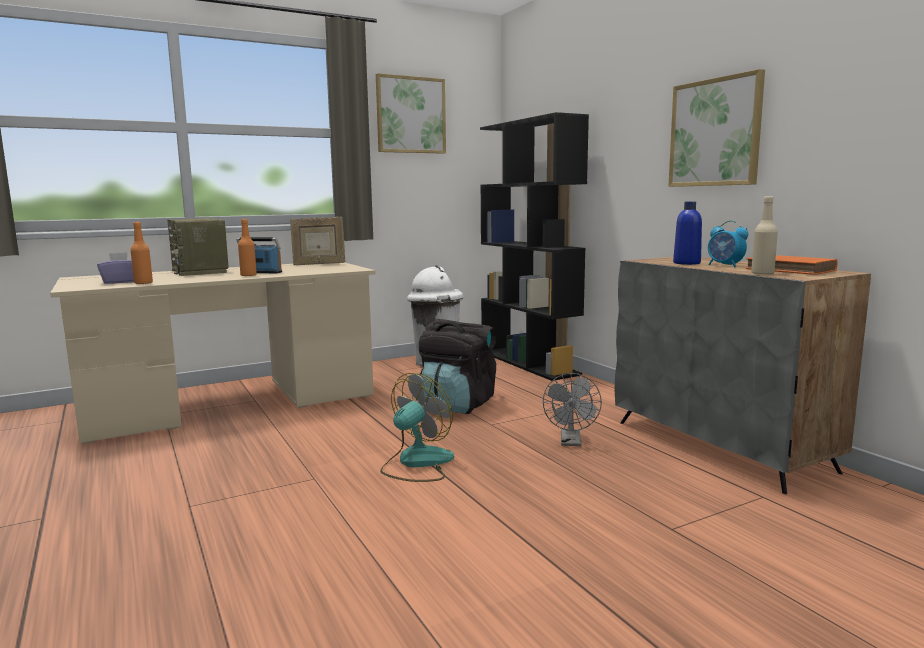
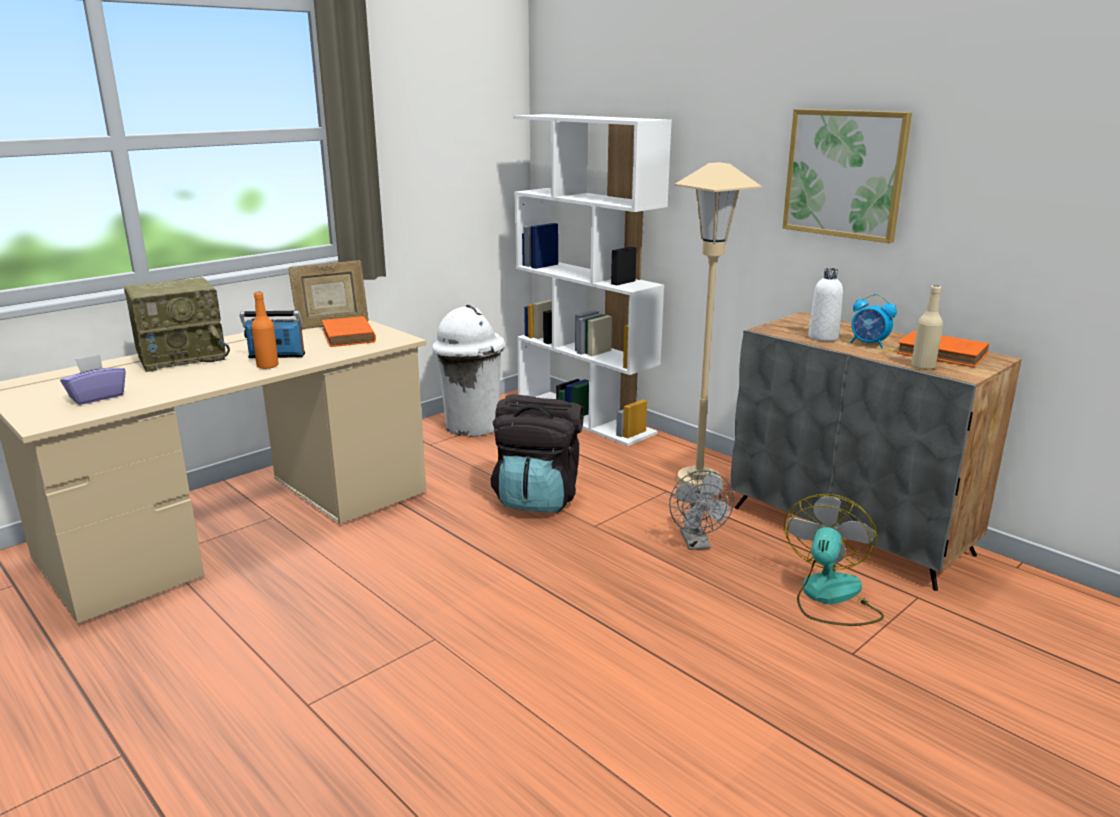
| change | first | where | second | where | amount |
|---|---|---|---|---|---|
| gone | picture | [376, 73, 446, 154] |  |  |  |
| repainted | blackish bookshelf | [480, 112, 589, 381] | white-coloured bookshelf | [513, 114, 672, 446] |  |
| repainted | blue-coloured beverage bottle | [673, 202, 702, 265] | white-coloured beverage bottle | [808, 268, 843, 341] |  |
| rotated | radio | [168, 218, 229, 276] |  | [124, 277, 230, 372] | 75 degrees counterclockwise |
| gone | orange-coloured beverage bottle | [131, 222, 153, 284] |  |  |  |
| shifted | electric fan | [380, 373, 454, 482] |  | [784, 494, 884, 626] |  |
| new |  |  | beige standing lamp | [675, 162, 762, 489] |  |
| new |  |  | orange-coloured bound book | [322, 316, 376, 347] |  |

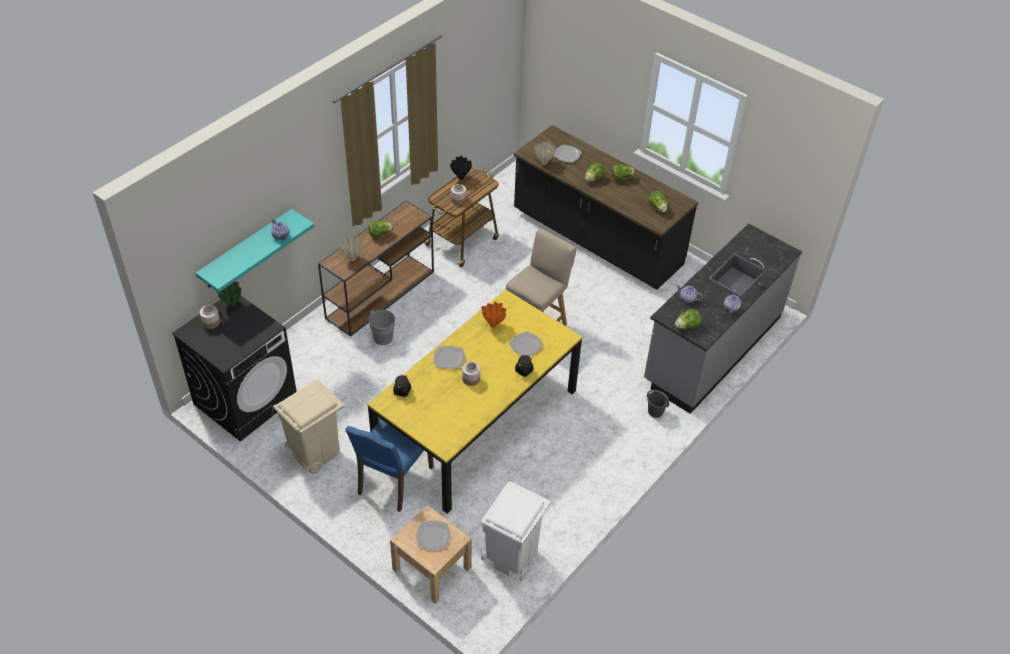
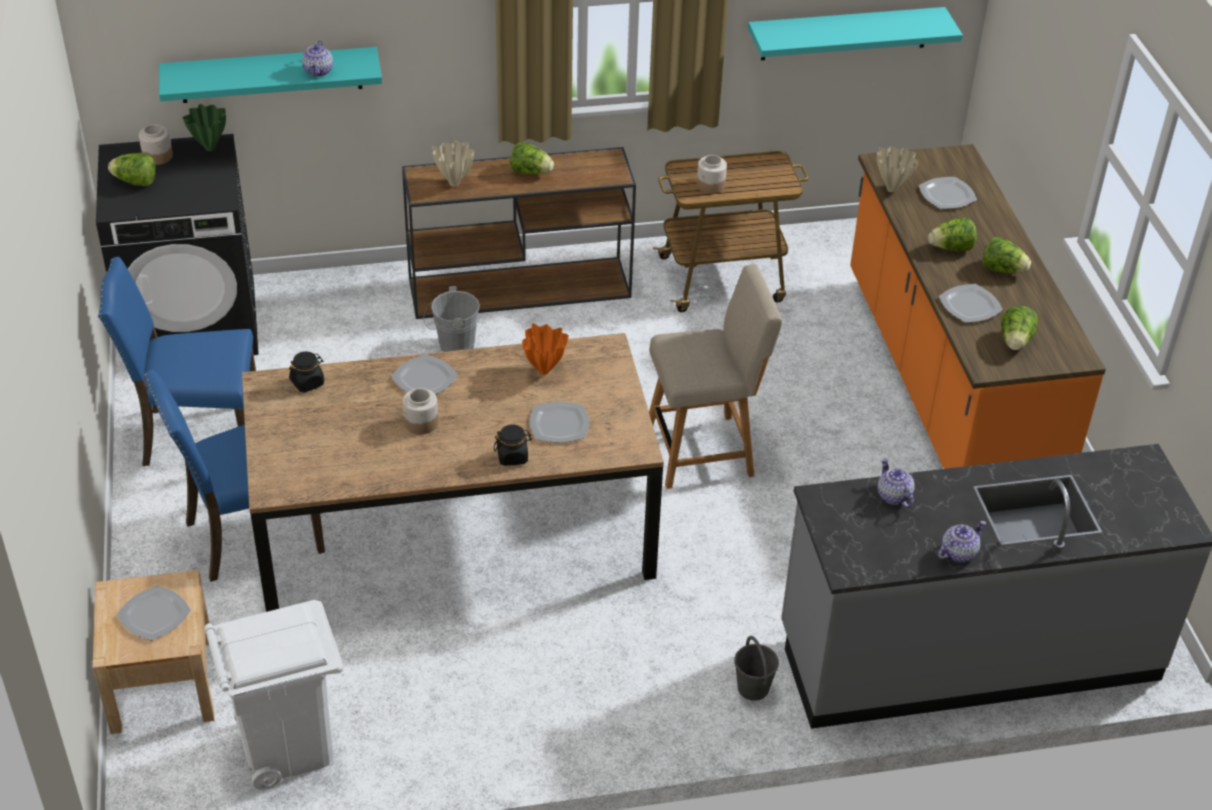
| change | first | where | second | where | amount |
|---|---|---|---|---|---|
| repainted | blackish counter | [514, 125, 698, 290] | orange-coloured counter | [850, 144, 1106, 469] |  |
| gone | blackish vase | [450, 155, 472, 180] |  |  |  |
| repainted | yellow-coloured kitchen table | [367, 289, 582, 514] | brownish kitchen table | [242, 333, 664, 612] |  |
| shifted | head of lettuce | [675, 309, 701, 329] |  | [108, 153, 156, 187] |  |
| swapped | beige trash can | [273, 380, 345, 474] | blue-coloured chair | [98, 257, 256, 466] |  |
| new |  |  | blue-green shelf | [748, 7, 963, 60] |  |
| new |  |  | plate | [939, 284, 1003, 323] |  |

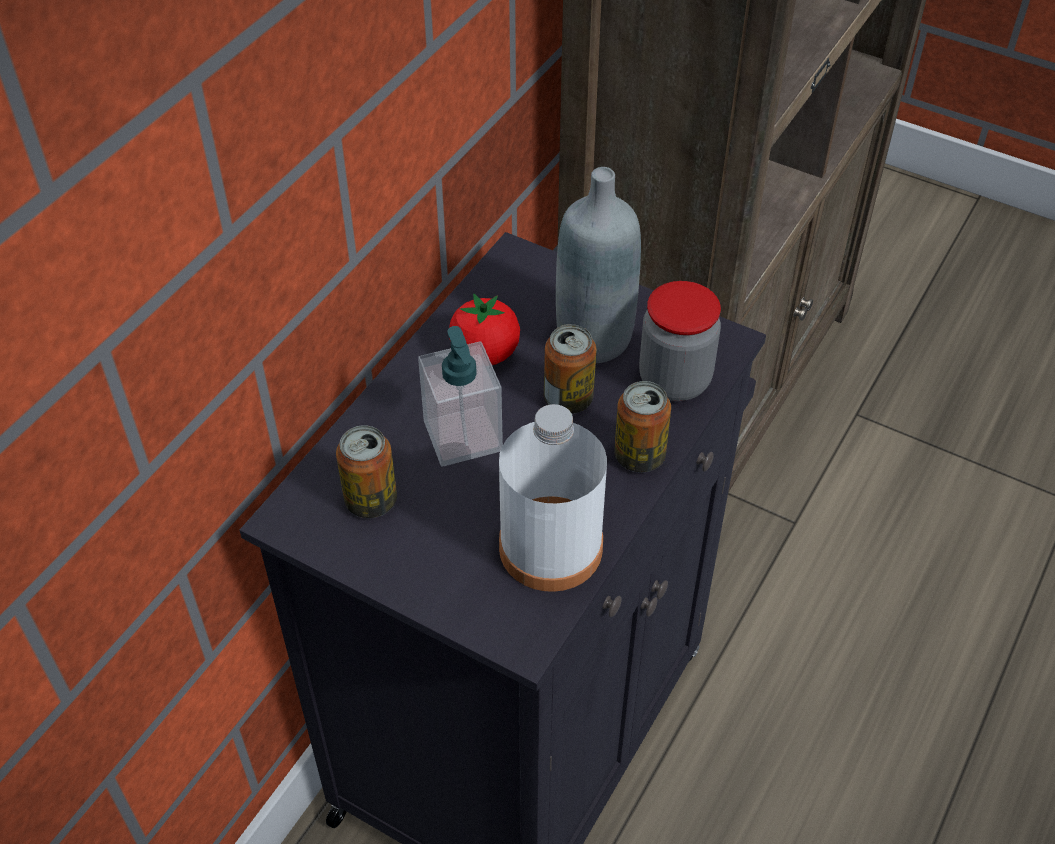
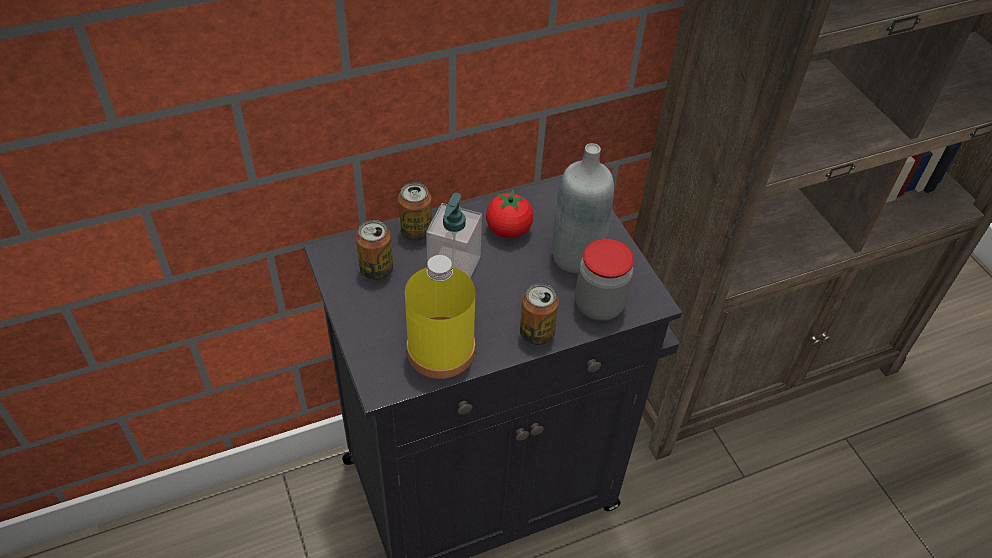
| change | first | where | second | where | amount |
|---|---|---|---|---|---|
| shifted | metal can | [544, 324, 597, 414] |  | [398, 182, 432, 241] |  |
| repainted | white-coloured beverage bottle | [499, 404, 607, 592] | yellow-coloured beverage bottle | [405, 255, 475, 379] |  |

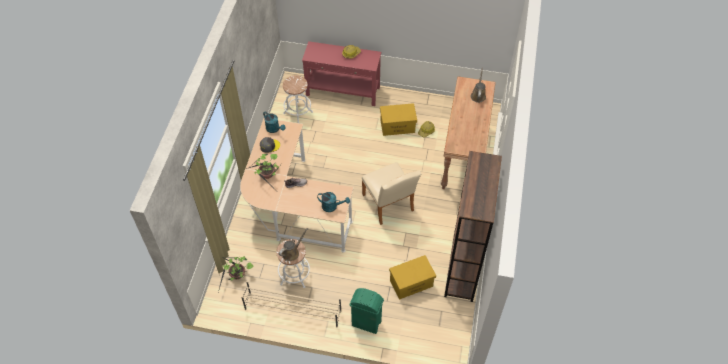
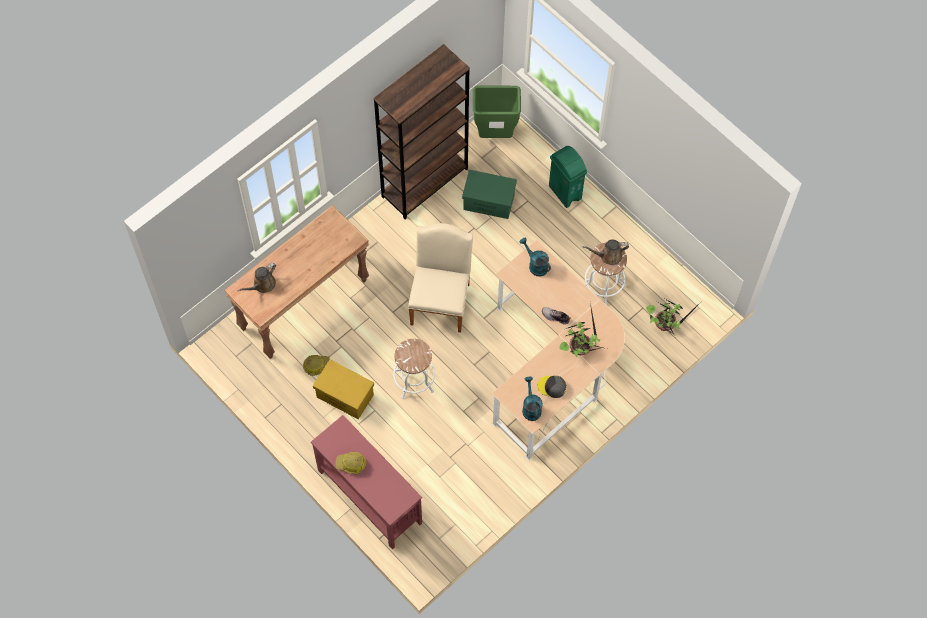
| change | first | where | second | where | amount |
|---|---|---|---|---|---|
| shifted | white-coloured sitting stool | [283, 75, 313, 123] |  | [393, 339, 435, 399] |  |
| repainted | yellow-coloured storage container | [389, 255, 436, 300] | greenish storage container | [462, 170, 517, 219] |  |
| gone | beige shoe rack | [241, 281, 342, 327] |  |  |  |
| new |  |  | greenish trash can | [473, 85, 521, 138] |  |

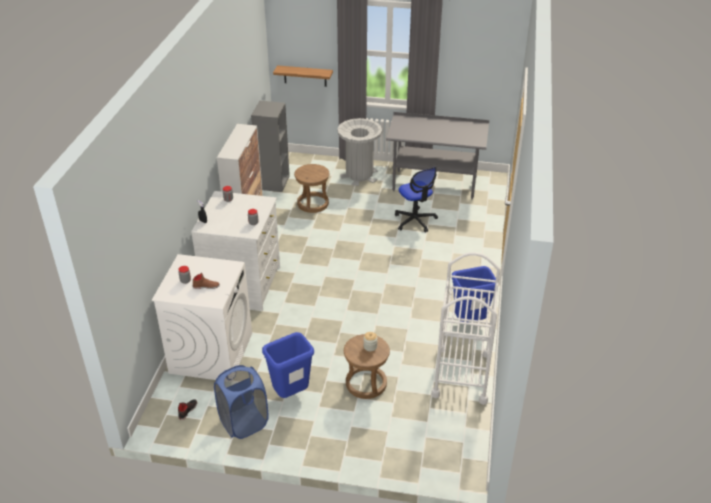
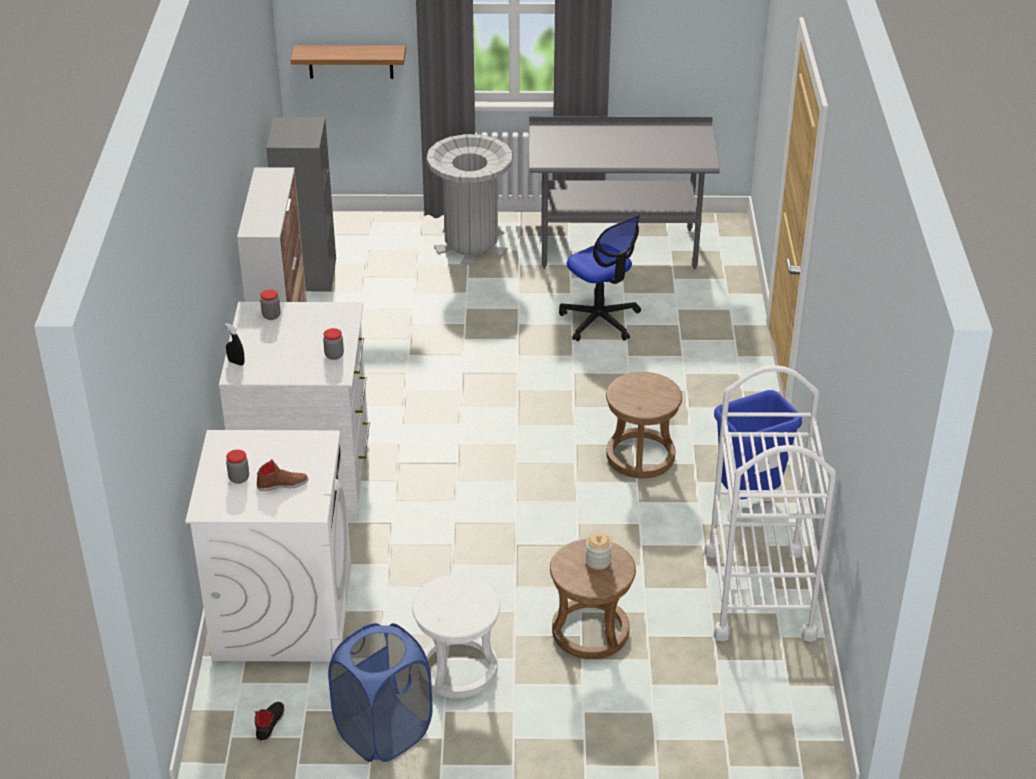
| change | first | where | second | where | amount |
|---|---|---|---|---|---|
| shifted | brownish sitting stool | [294, 164, 330, 213] |  | [606, 372, 682, 478] |  |
| swapped | blue-coloured trash can | [262, 332, 314, 398] | white-coloured sitting stool | [412, 575, 500, 698] |  |

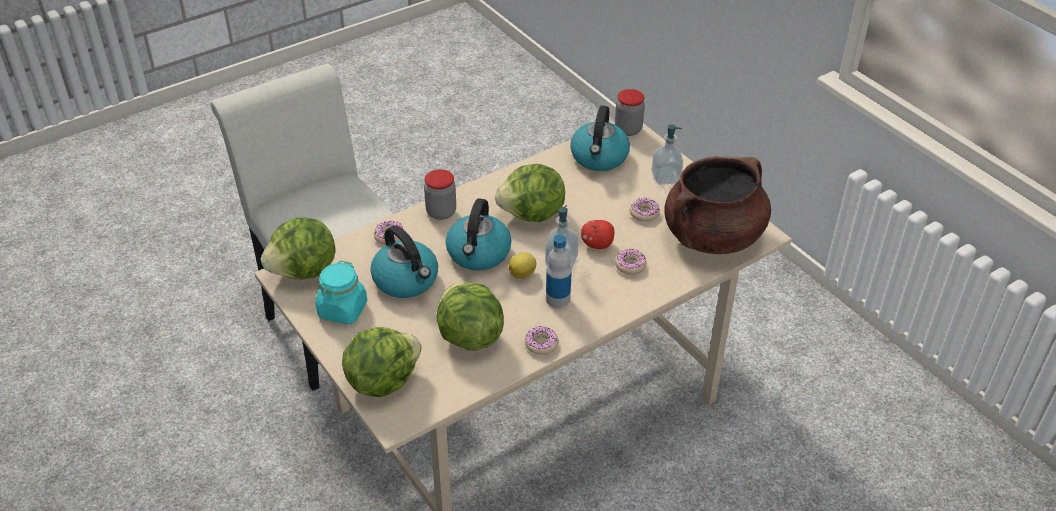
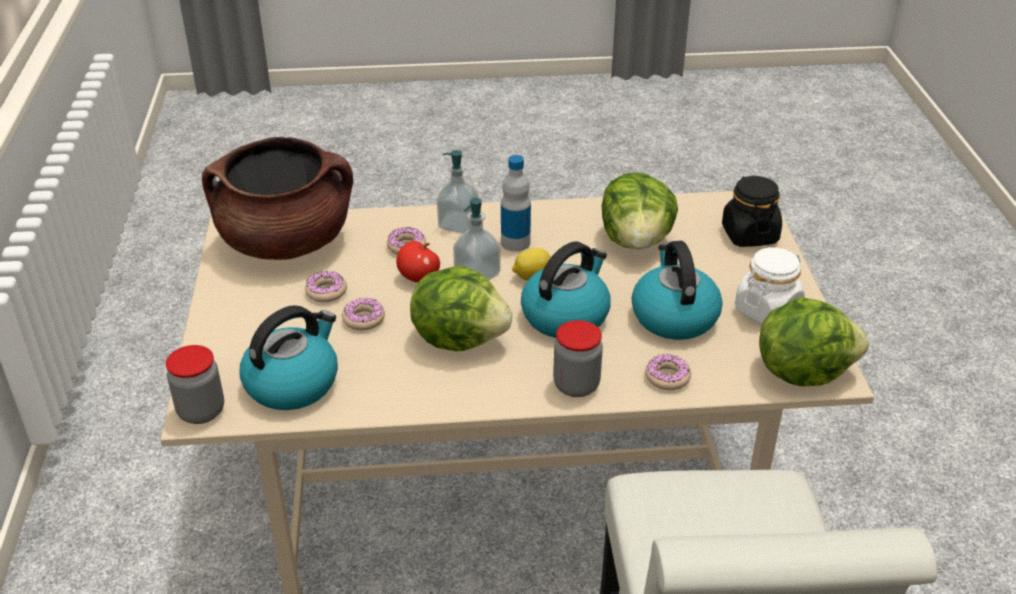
| change | first | where | second | where | amount |
|---|---|---|---|---|---|
| shifted | soap dispenser | [652, 124, 683, 185] |  | [437, 150, 479, 234] |  |
| repainted | blue-green storage jar | [316, 260, 367, 324] | white-coloured storage jar | [735, 247, 805, 324] |  |
| shifted | ring doughnut | [525, 326, 559, 355] |  | [342, 297, 385, 330] |  |
| swapped | head of lettuce | [342, 327, 422, 397] | blackish storage jar | [722, 176, 782, 247] |  |

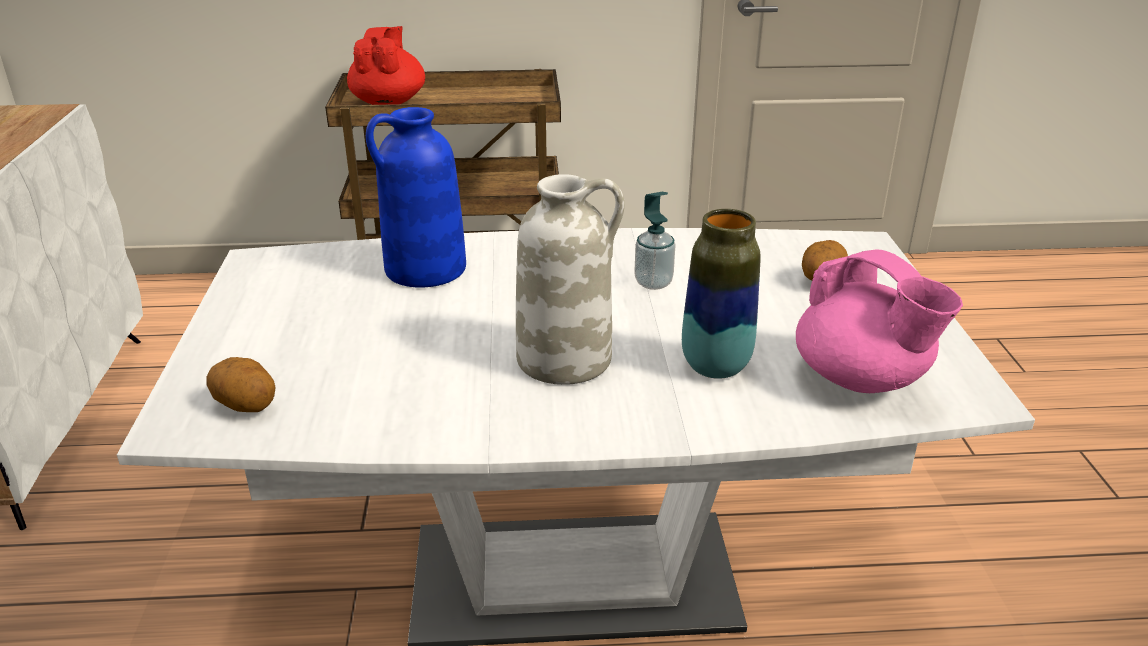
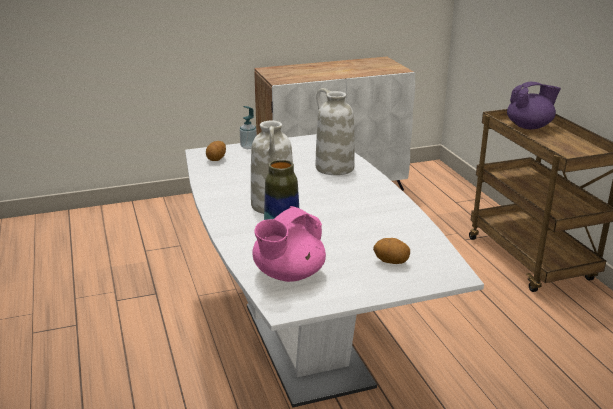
| change | first | where | second | where | amount |
|---|---|---|---|---|---|
| repainted | red-coloured teapot | [347, 26, 425, 105] | purple-coloured teapot | [507, 82, 561, 129] |  |
| repainted | blue-coloured vase | [366, 107, 466, 288] | white-coloured vase | [316, 88, 355, 175] |  |
| shifted | soap dispenser | [634, 192, 676, 290] |  | [240, 106, 257, 149] |  |

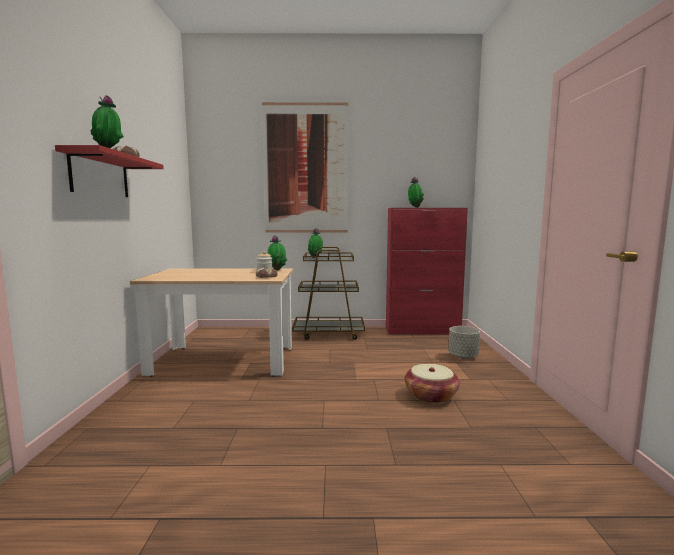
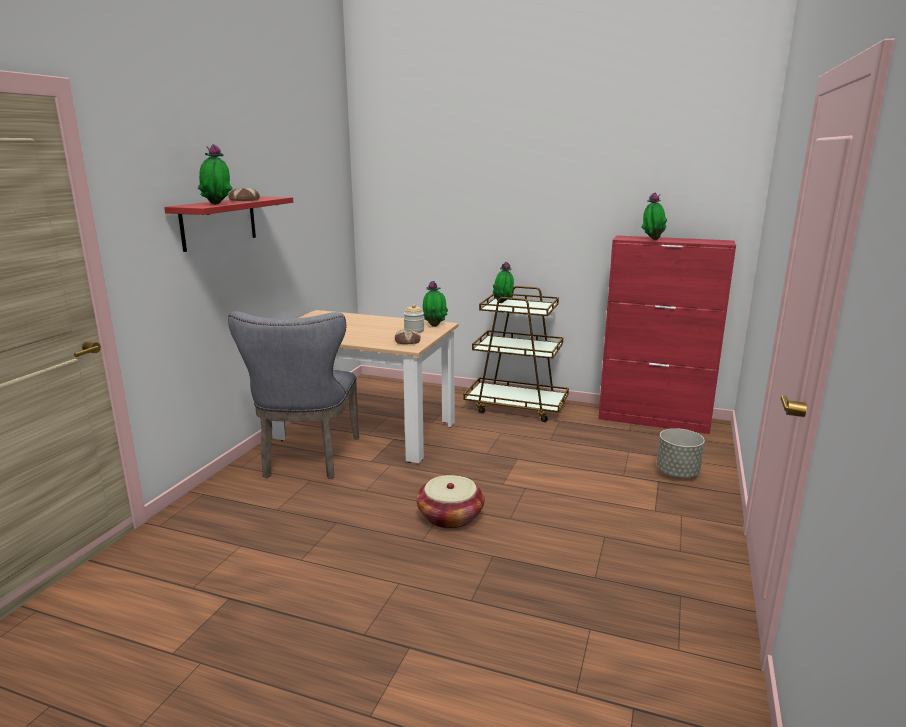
| change | first | where | second | where | amount |
|---|---|---|---|---|---|
| gone | picture | [262, 102, 348, 233] |  |  |  |
| shifted | basket | [405, 364, 460, 404] |  | [416, 475, 485, 529] |  |
| new |  |  | greyish chair | [228, 311, 359, 479] |  |

